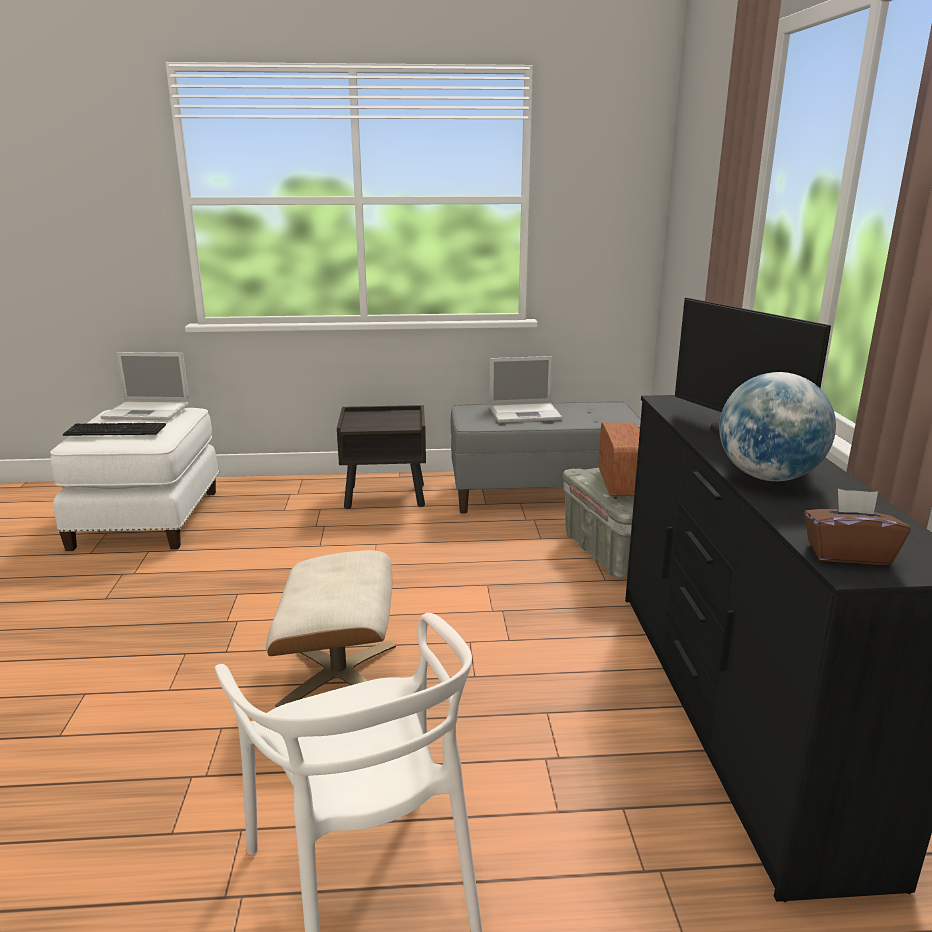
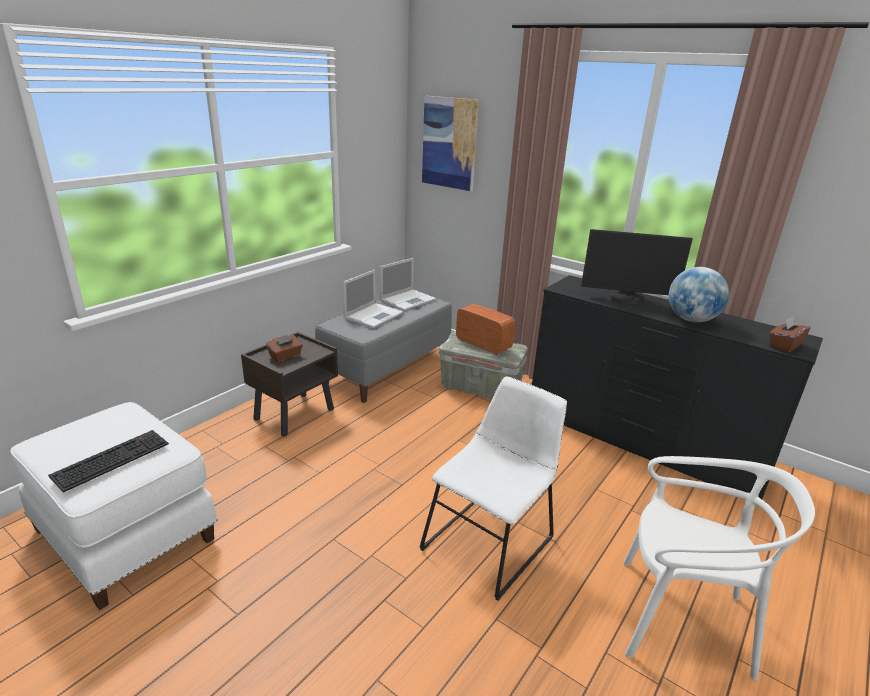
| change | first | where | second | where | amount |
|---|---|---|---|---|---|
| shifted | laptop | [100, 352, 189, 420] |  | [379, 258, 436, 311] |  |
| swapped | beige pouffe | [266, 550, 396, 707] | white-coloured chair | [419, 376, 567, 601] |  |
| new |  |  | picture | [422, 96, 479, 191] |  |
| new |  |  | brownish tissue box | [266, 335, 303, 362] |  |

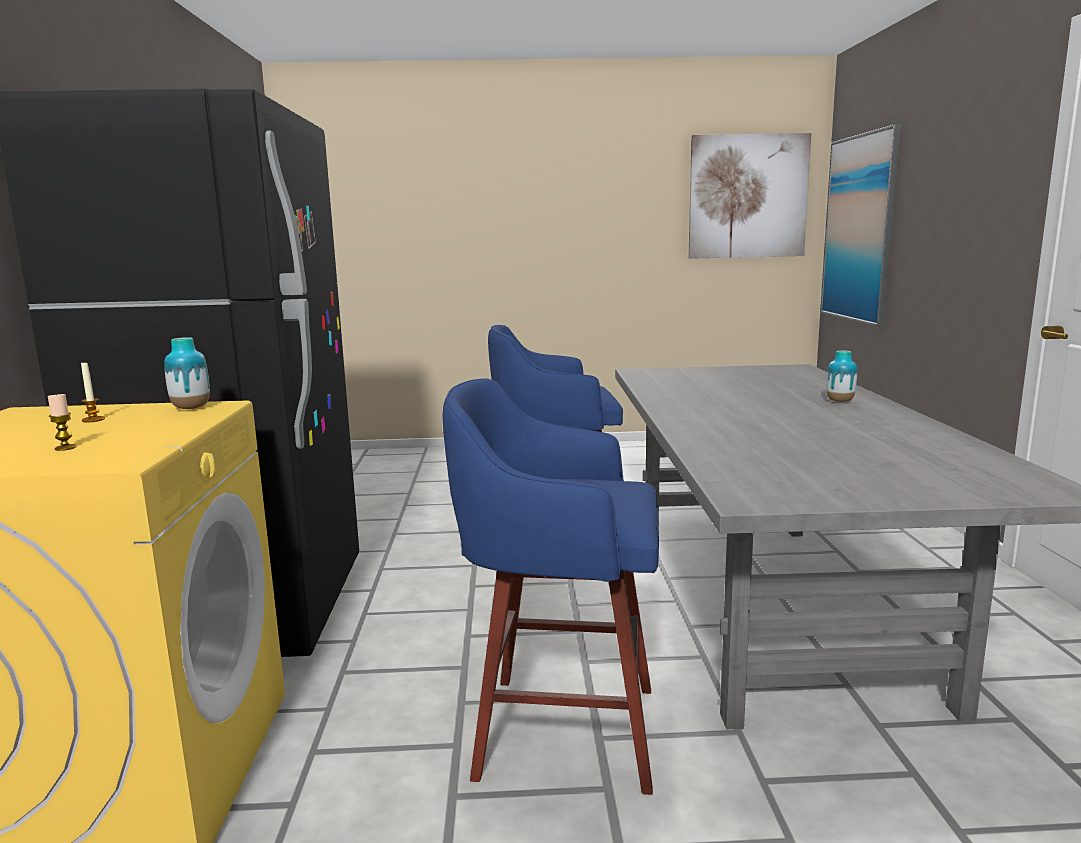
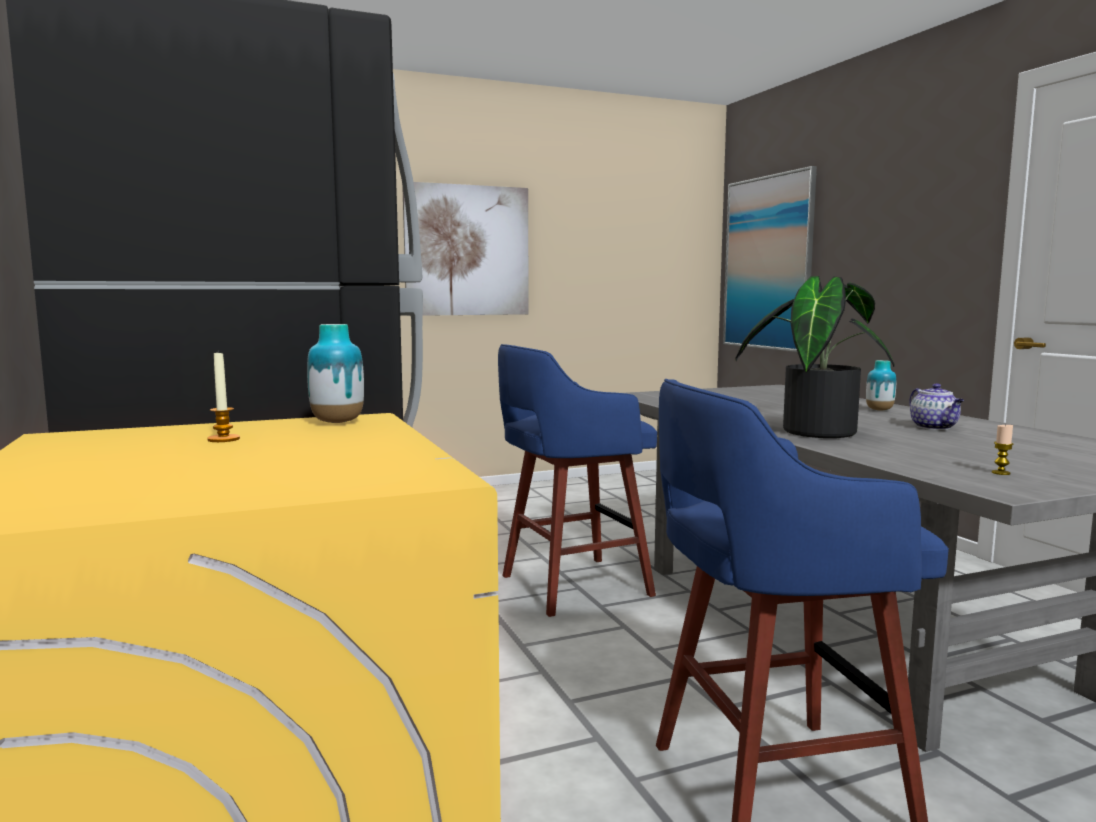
| change | first | where | second | where | amount |
|---|---|---|---|---|---|
| shifted | picture | [689, 133, 811, 259] |  | [402, 182, 529, 316] |  |
| shifted | wax light | [48, 393, 77, 451] |  | [992, 424, 1013, 475] |  |
| new |  |  | potted plant | [736, 276, 894, 438] |  |
| new |  |  | teapot | [910, 383, 964, 430] |  |

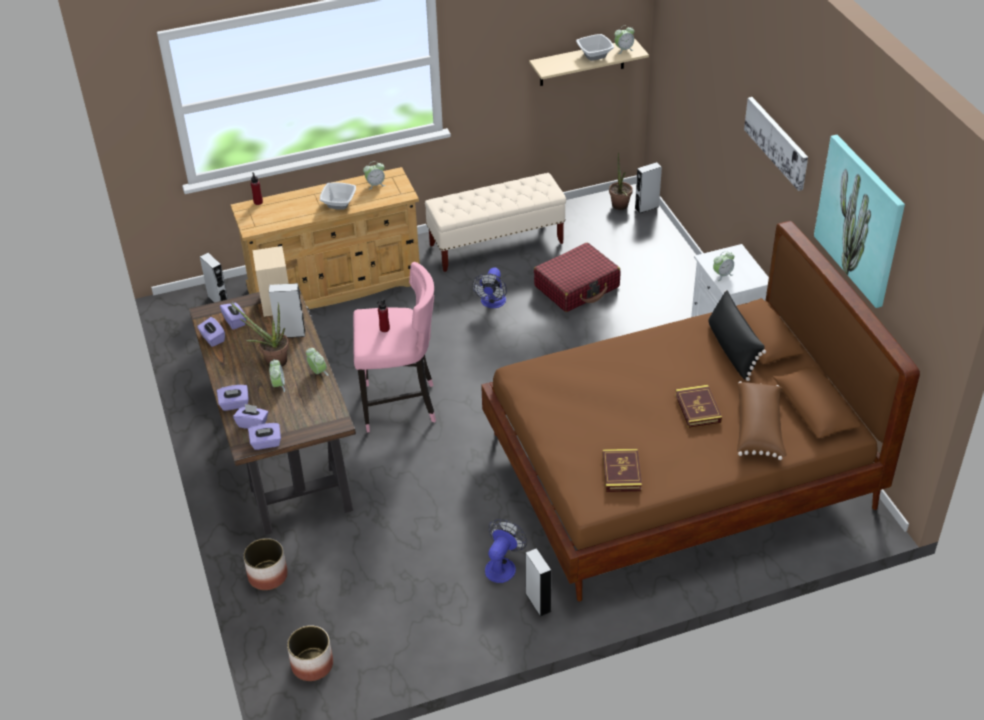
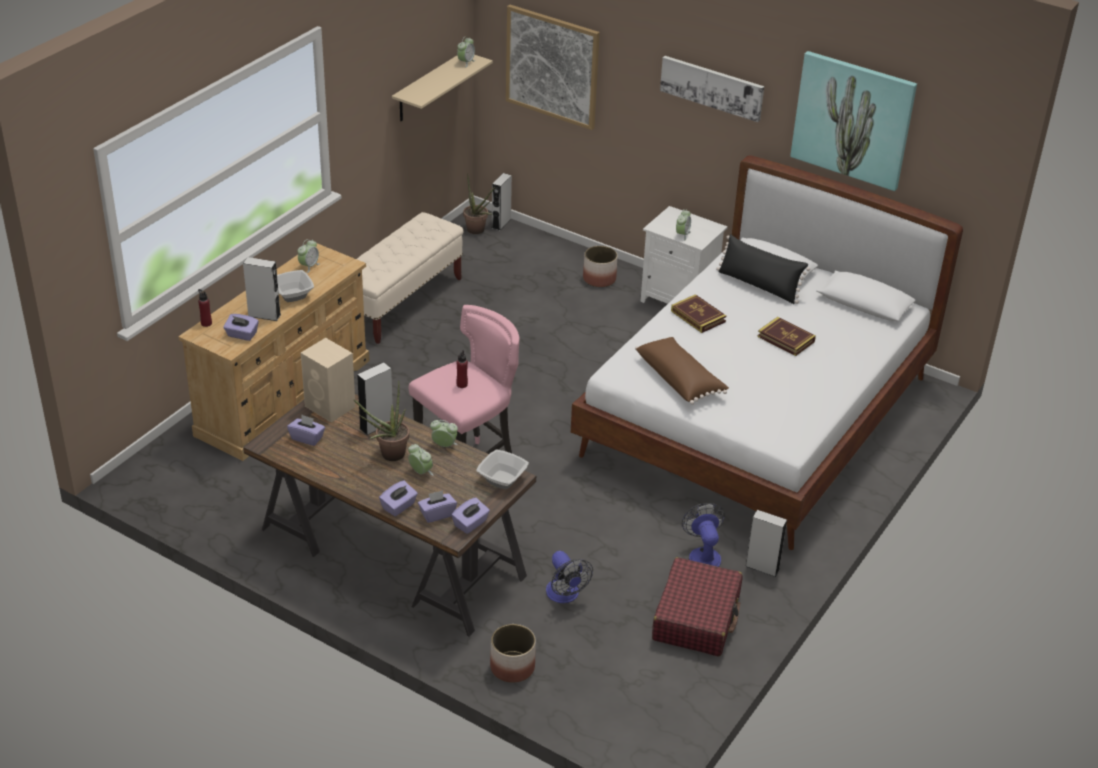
| change | first | where | second | where | amount |
|---|---|---|---|---|---|
| shifted | serving bowl | [576, 34, 614, 61] |  | [476, 449, 529, 489] |  |
| repainted | brownish bedroom bed | [481, 221, 920, 602] | white-coloured bedroom bed | [571, 155, 963, 550] |  |
| shifted | red-coloured suitcase | [534, 243, 620, 312] |  | [652, 557, 742, 657] |  |
| shifted | greyish loudspeaker | [200, 253, 228, 303] |  | [243, 257, 281, 321] |  |
| shifted | electric fan | [472, 267, 507, 308] |  | [546, 551, 593, 603] |  |
| shifted | purple-coloured tissue box | [197, 317, 225, 347] |  | [223, 314, 259, 341] |  |
| shifted | brownish throw pillow | [737, 381, 787, 460] |  | [635, 337, 729, 405] |  |
| shifted | bound book | [602, 449, 642, 492] |  | [671, 294, 726, 333] |  |
| shifted | plant pot | [287, 625, 333, 681] |  | [583, 246, 618, 287] |  |
| new |  |  | picture | [506, 5, 600, 130] |  |

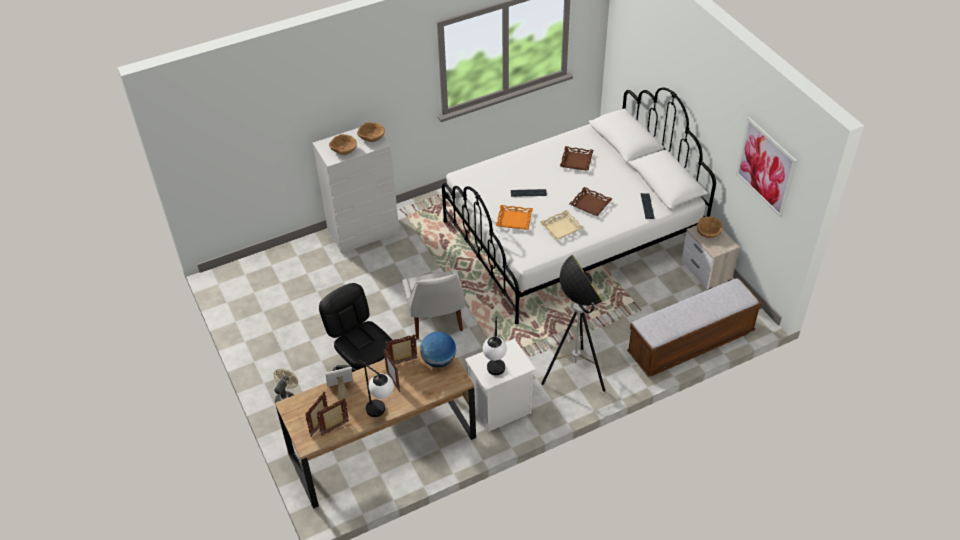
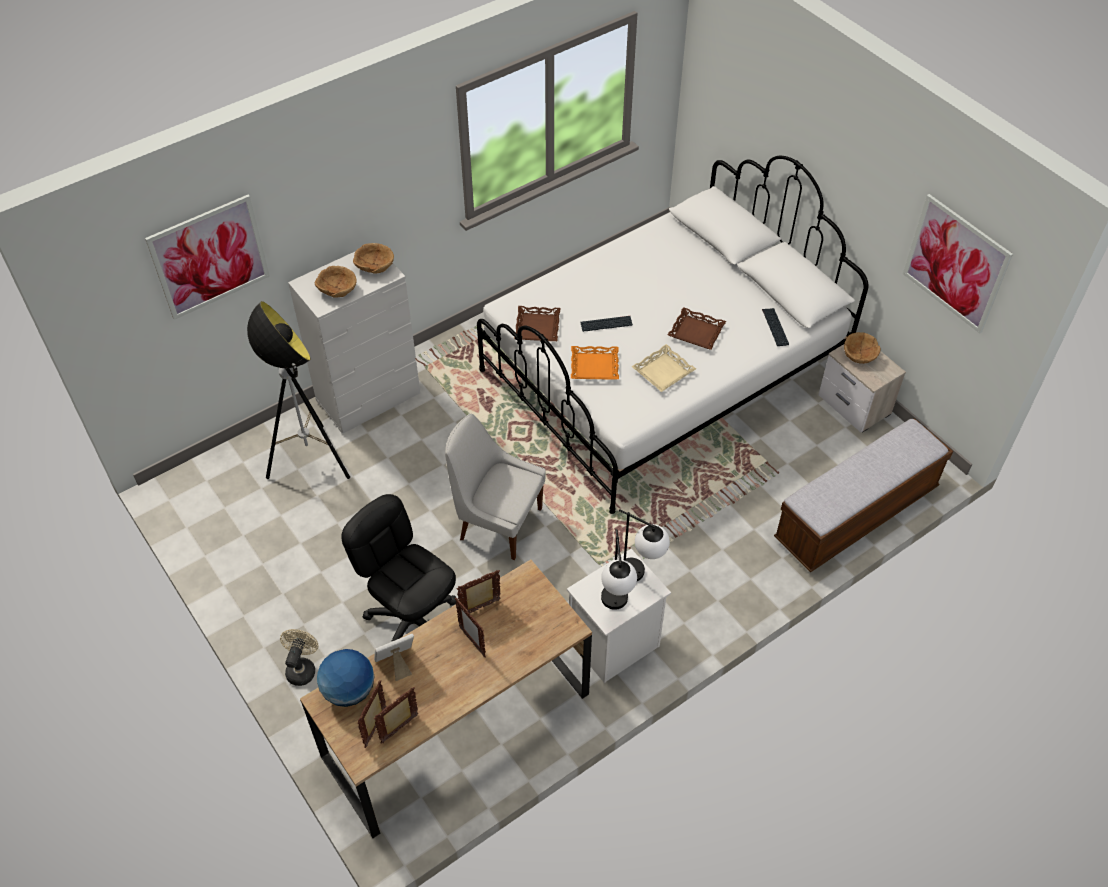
| change | first | where | second | where | amount |
|---|---|---|---|---|---|
| shifted | brownish tray | [560, 146, 594, 170] |  | [514, 306, 561, 341] |  |
| shifted | standing lamp | [541, 254, 606, 392] |  | [247, 301, 350, 479] |  |
| rotated | white-coloured chair | [402, 270, 465, 340] |  | [445, 414, 546, 560] | 135 degrees clockwise |
| shifted | globe | [420, 331, 456, 368] |  | [317, 649, 375, 707] |  |
| shifted | lamp for a table | [359, 360, 394, 417] |  | [619, 509, 670, 581] |  |
| new |  |  | picture | [145, 195, 270, 320] |  |

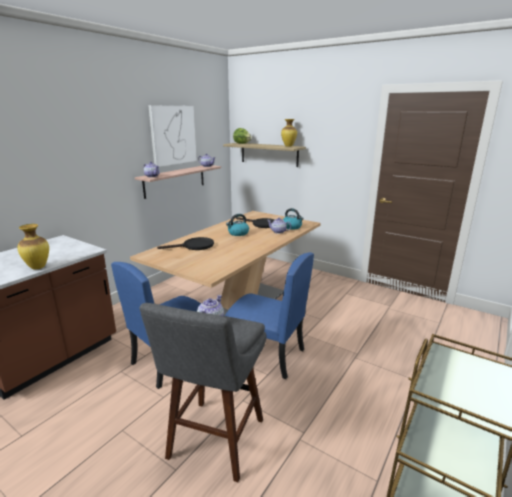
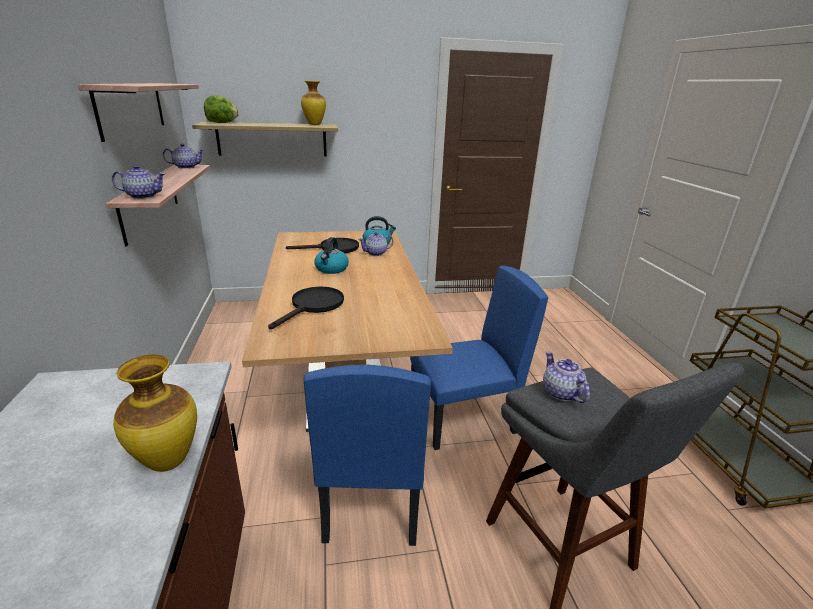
| change | first | where | second | where | amount |
|---|---|---|---|---|---|
| swapped | picture | [148, 105, 197, 167] | shelf | [78, 83, 199, 142] |  |

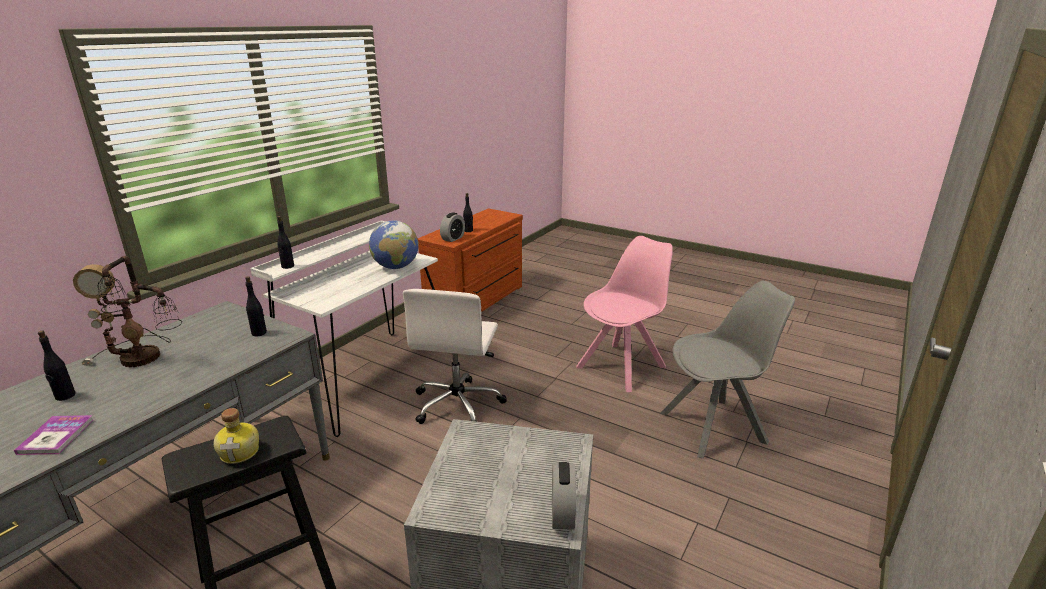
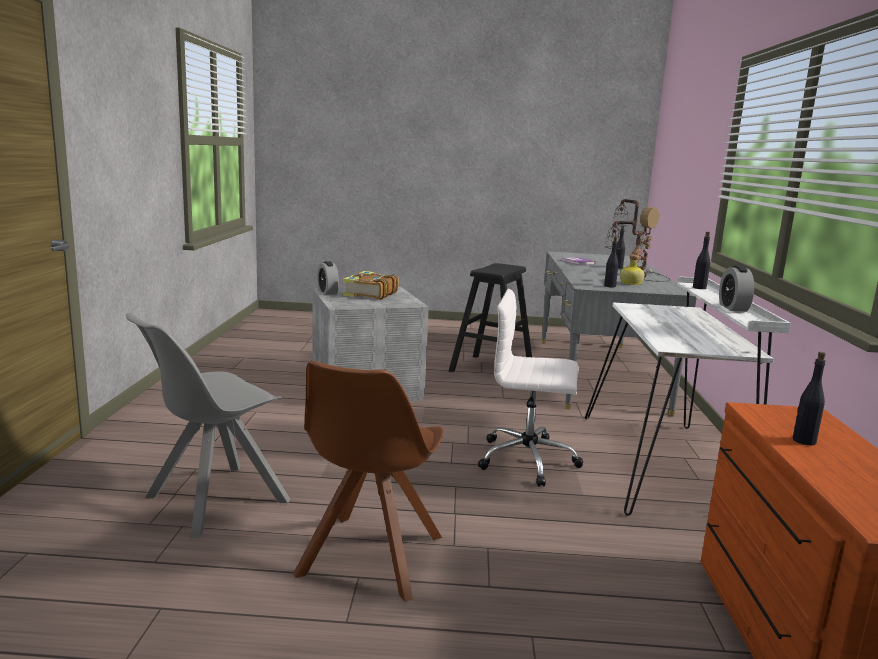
| change | first | where | second | where | amount |
|---|---|---|---|---|---|
| shifted | alarm clock | [440, 213, 465, 242] |  | [719, 266, 754, 312] |  |
| gone | globe | [369, 221, 419, 269] |  |  |  |
| repainted | pink-coloured chair | [576, 236, 673, 392] | brownish chair | [293, 360, 444, 602] |  |
| rotated | white-coloured computer chair | [403, 289, 507, 424] |  | [478, 289, 583, 487] | 60 degrees counterclockwise |
| shifted | beverage bottle | [213, 408, 259, 464] |  | [620, 255, 645, 285] |  |
| new |  |  | bound book | [343, 271, 399, 300] |  |

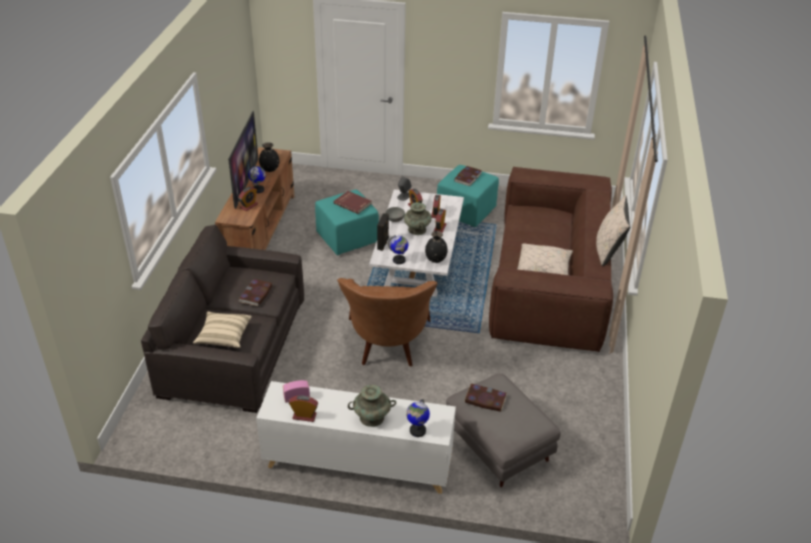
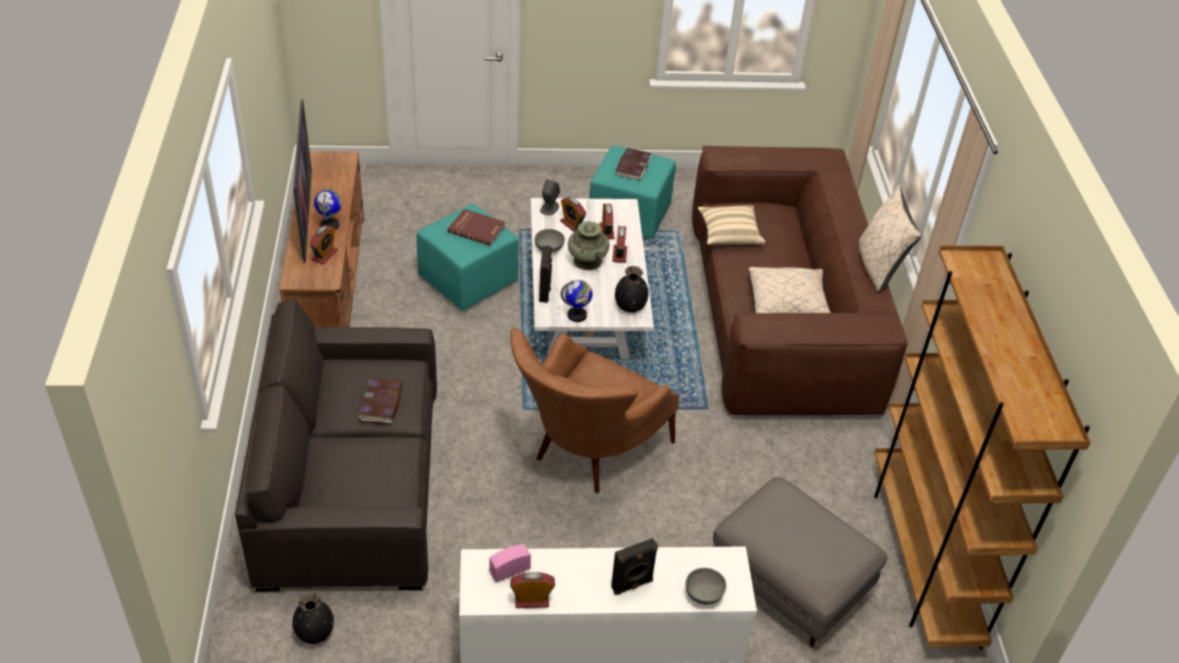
| change | first | where | second | where | amount |
|---|---|---|---|---|---|
| shifted | blackish vase | [259, 142, 279, 172] |  | [292, 593, 334, 644] |  |
| rotated | brownish armchair | [337, 278, 437, 367] |  | [510, 328, 679, 493] | 45 degrees clockwise |
| shifted | beige throw pillow | [193, 311, 252, 348] |  | [698, 205, 765, 245] |  |
| gone | bound book | [464, 383, 507, 412] |  |  |  |
| swapped | blue-green vase | [348, 385, 396, 427] | blackish loudspeaker | [611, 538, 658, 595] |  |
| swapped | globe | [406, 399, 430, 437] | greyish serving bowl | [685, 568, 726, 605] |  |
| new |  |  | brownish bookshelf | [874, 245, 1090, 649] |  |

